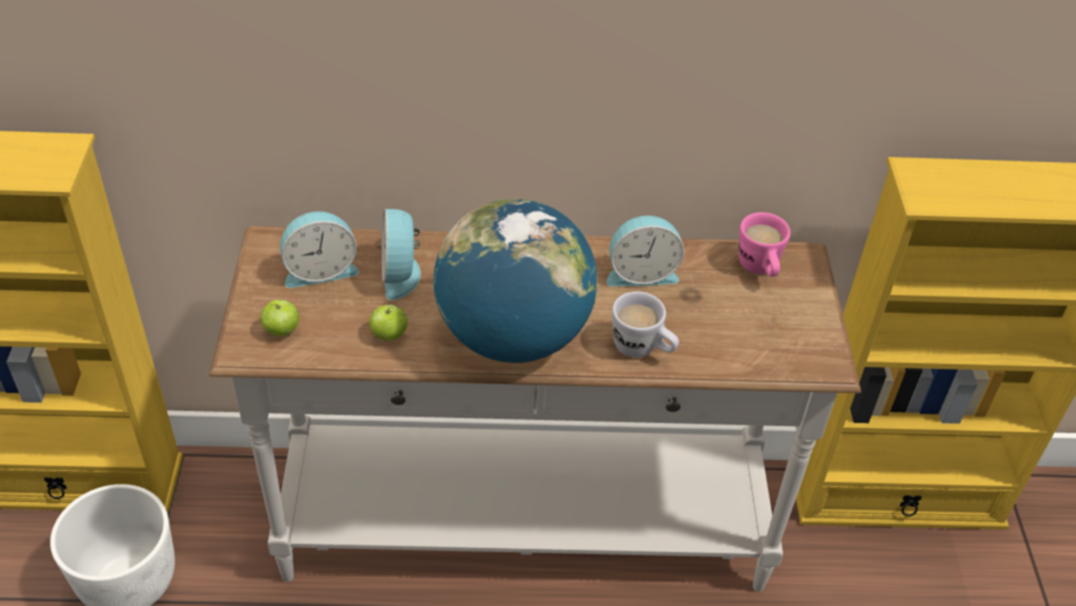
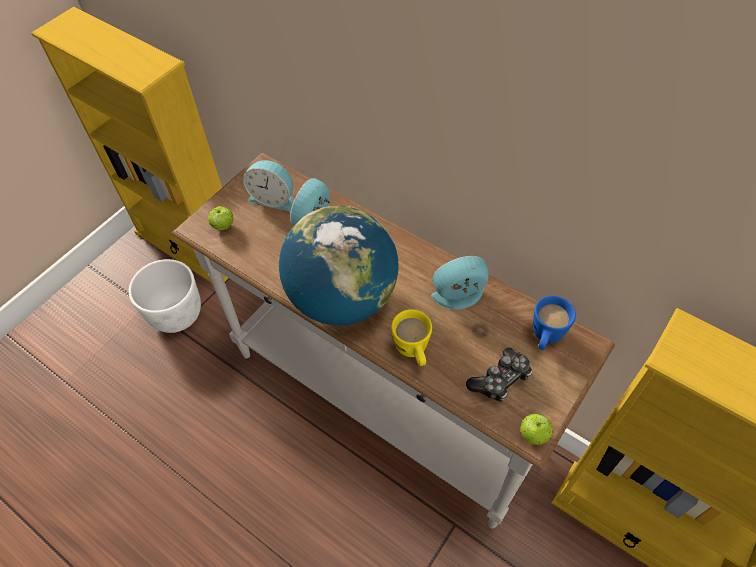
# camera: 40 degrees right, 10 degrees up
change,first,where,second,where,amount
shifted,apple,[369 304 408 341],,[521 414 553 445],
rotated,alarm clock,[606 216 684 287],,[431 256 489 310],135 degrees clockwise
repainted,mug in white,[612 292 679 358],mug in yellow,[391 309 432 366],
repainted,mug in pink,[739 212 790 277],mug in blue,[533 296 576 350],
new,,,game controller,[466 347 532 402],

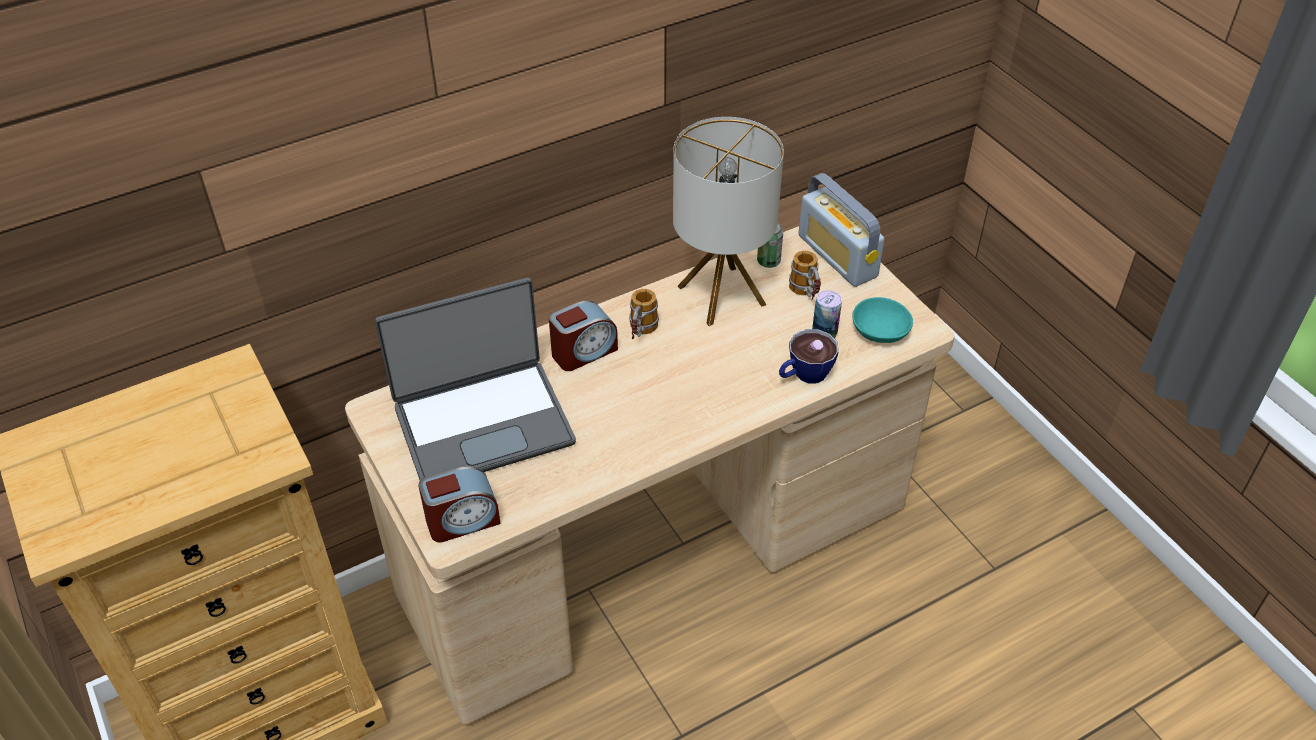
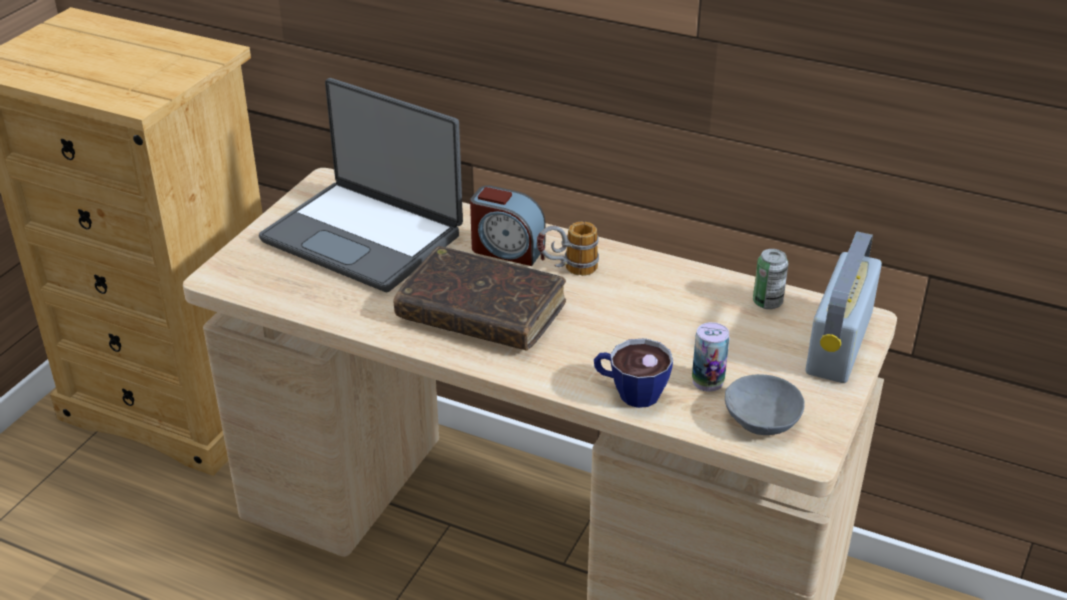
# camera: 55 degrees right, 10 degrees down
change,first,where,second,where,amount
gone,alarm clock,[418 466 501 542],,,
gone,table lamp,[673 117 784 326],,,
gone,mug,[789 251 821 300],,,
repainted,bowl in turquoise,[852 297 913 343],bowl in grey,[725 374 805 435],
new,,,book in brown,[393 246 566 351],

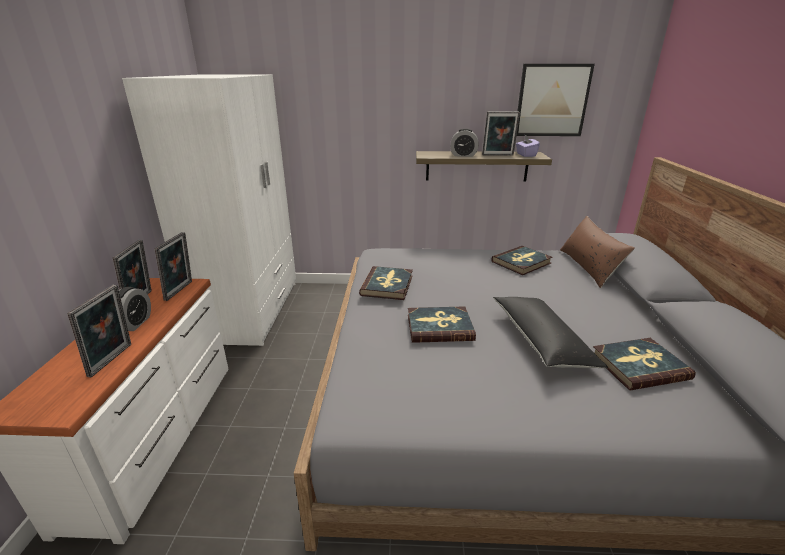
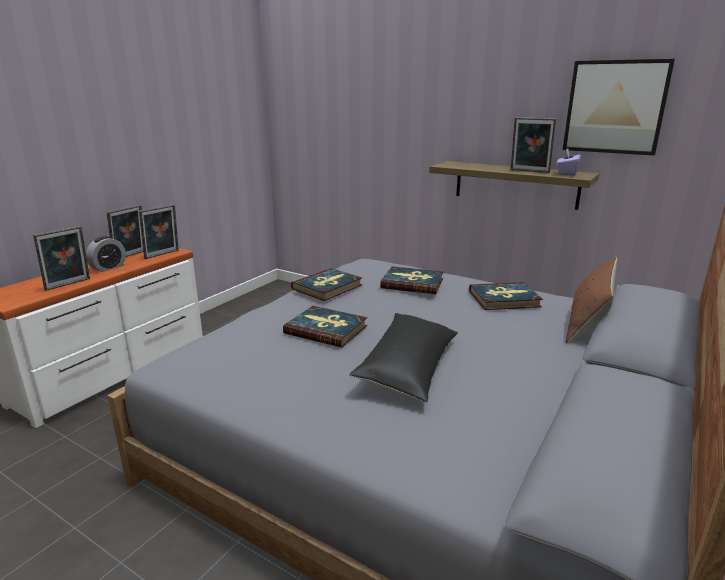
# camera: 30 degrees right, 5 degrees down
change,first,where,second,where,amount
gone,wardrobe in white,[122 74 296 346],,,
gone,alarm clock,[450 129 479 157],,,
shifted,book,[593 338 696 390],,[380 266 444 294],

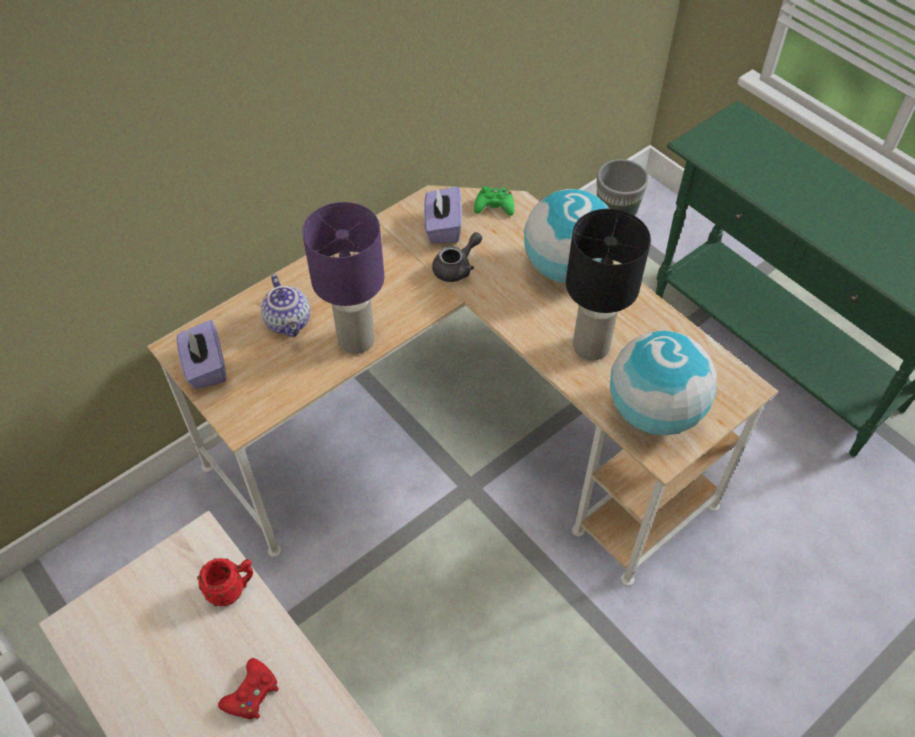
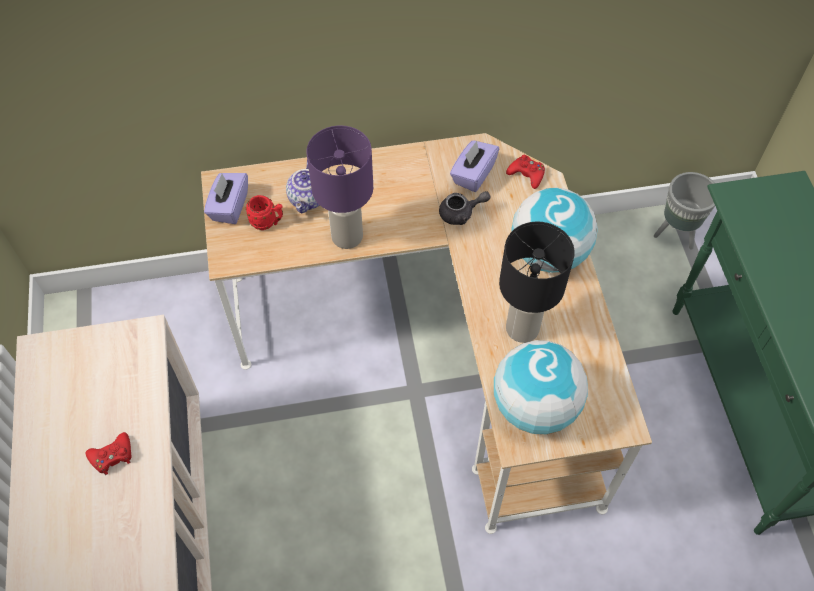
# camera: 30 degrees right, 5 degrees up
change,first,where,second,where,amount
shifted,mug in red,[197 558 253 606],,[245 195 283 230],
repainted,game controller in green,[474 186 514 216],game controller in red,[506 155 545 189],

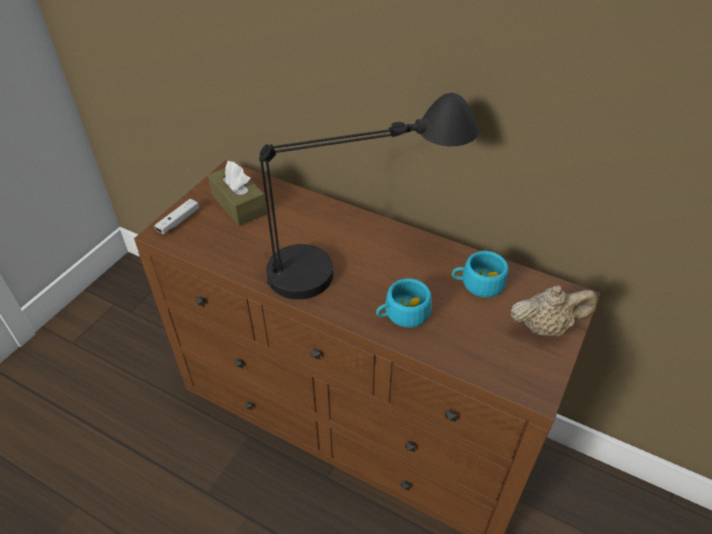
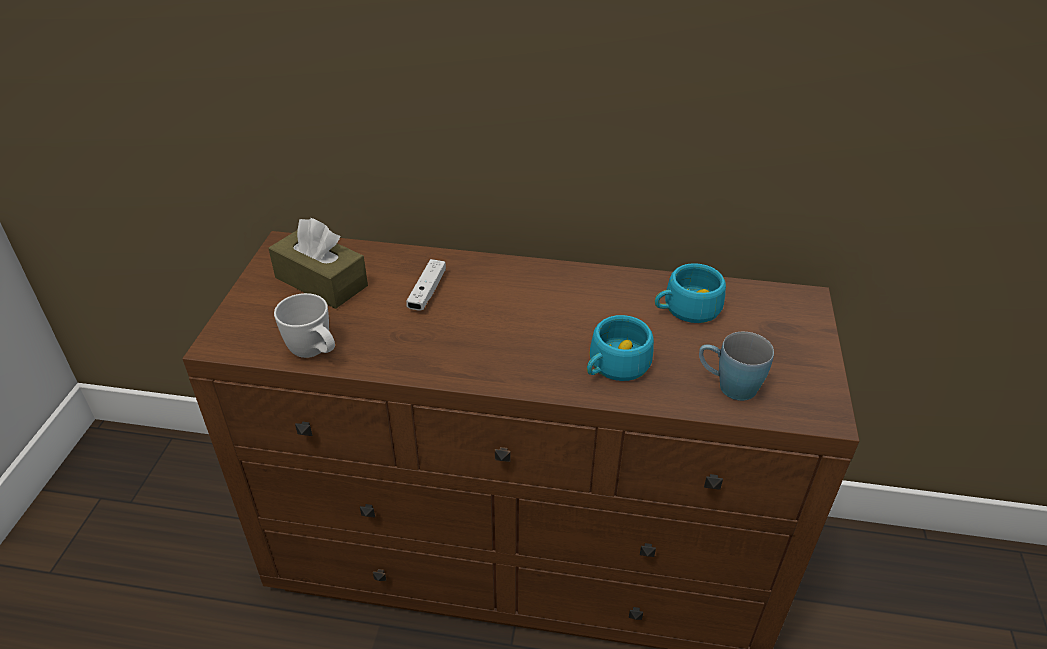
# camera: 20 degrees left, 5 degrees down
change,first,where,second,where,amount
shifted,game controller in white,[154 199 199 234],,[406 259 446 311],
gone,table lamp in black,[259 93 479 299],,,
gone,teapot in beige,[511 285 598 336],,,
new,,,mug in white,[274 293 335 358],
new,,,mug in blue,[699 332 774 401],

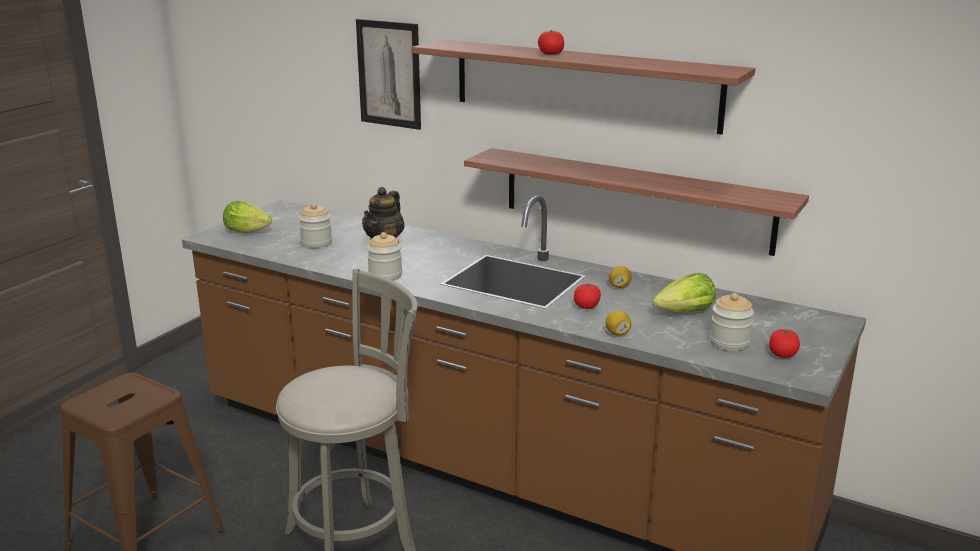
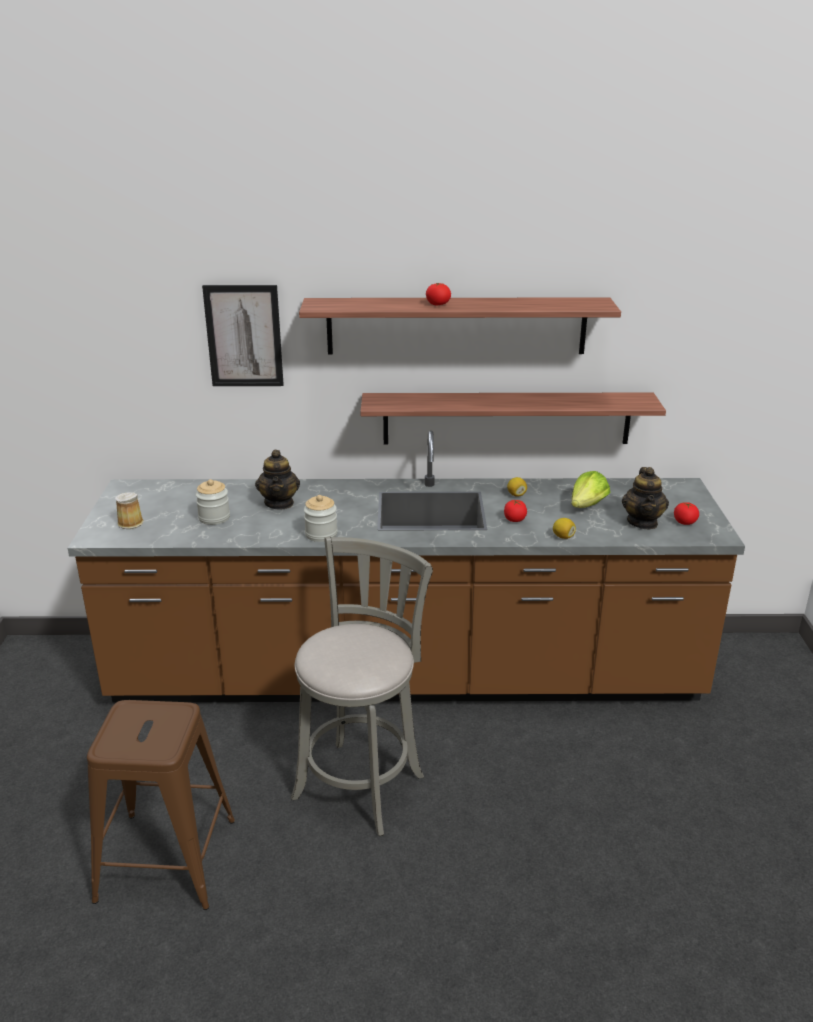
# camera: 30 degrees left, 5 degrees up
change,first,where,second,where,amount
swapped,lettuce,[223 201 272 233],mug,[115 492 144 529],
swapped,jar,[710 293 754 351],teapot,[622 467 669 529],

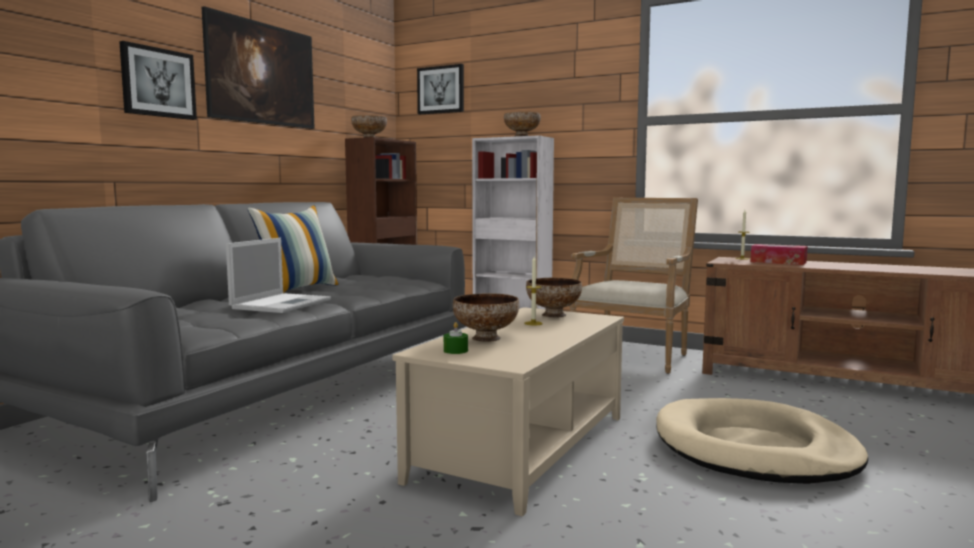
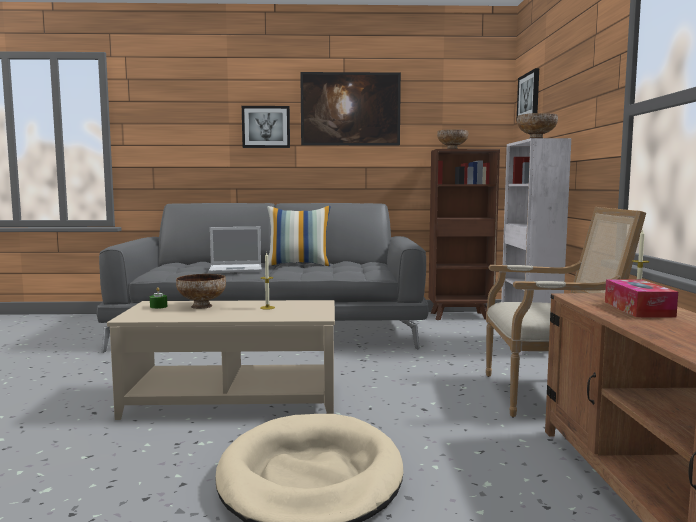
# camera: 60 degrees right, 0 degrees up
change,first,where,second,where,amount
gone,bowl,[526 278 582 318],,,

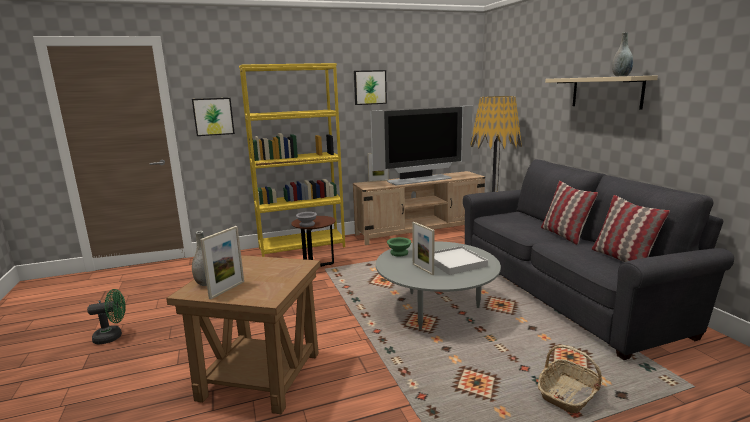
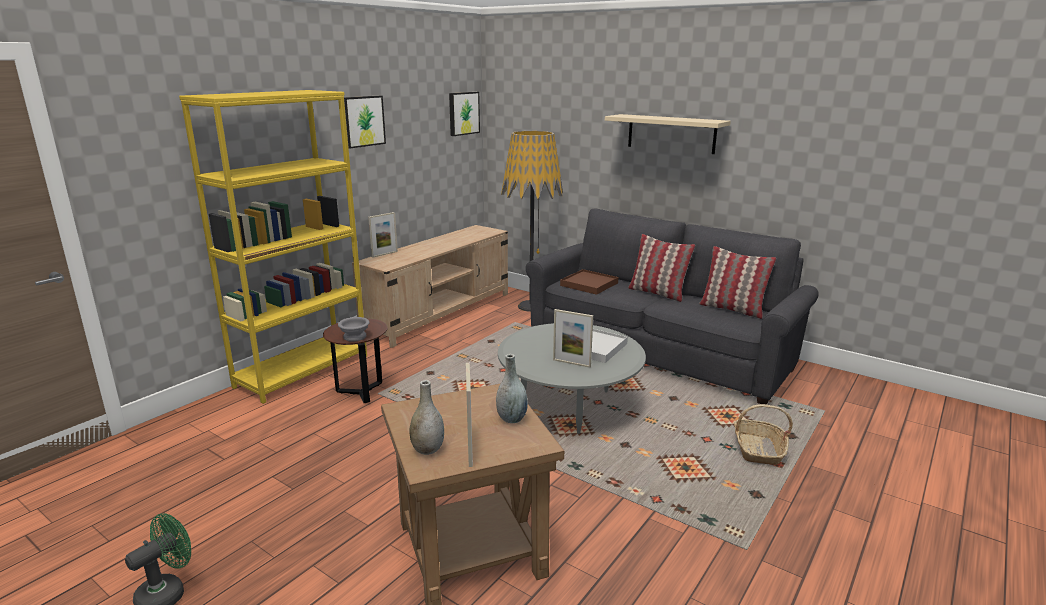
# camera: 35 degrees left, 5 degrees up
change,first,where,second,where,amount
shifted,picture,[192 98 235 136],,[449 92 480 136],
gone,television,[370 106 472 185],,,
gone,bowl in green,[387 237 412 256],,,
shifted,vase in grey,[612 32 633 76],,[496 354 528 423],
new,,,tray in brown,[560 269 618 295],

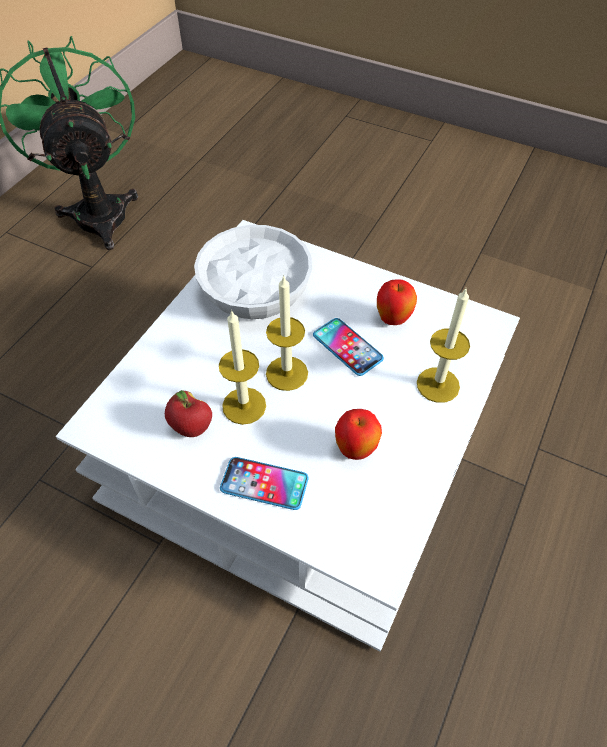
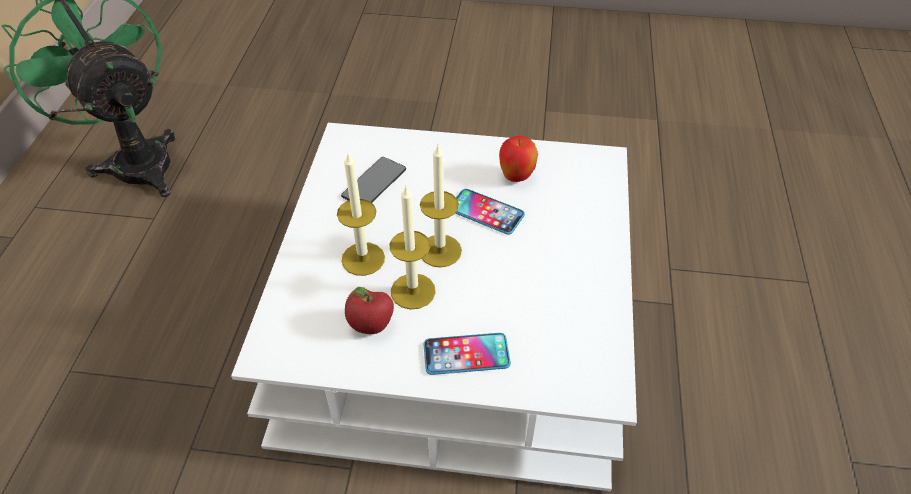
# camera: 20 degrees left, 5 degrees down
change,first,where,second,where,amount
swapped,bowl in white,[194 225 312 319],phone,[341 157 406 203],
gone,apple,[335 409 382 460],,,
shifted,candle,[417 289 470 403],,[337 154 385 276],

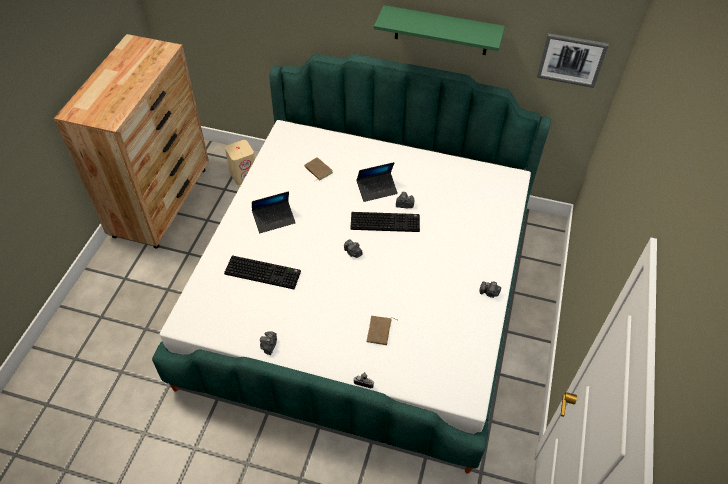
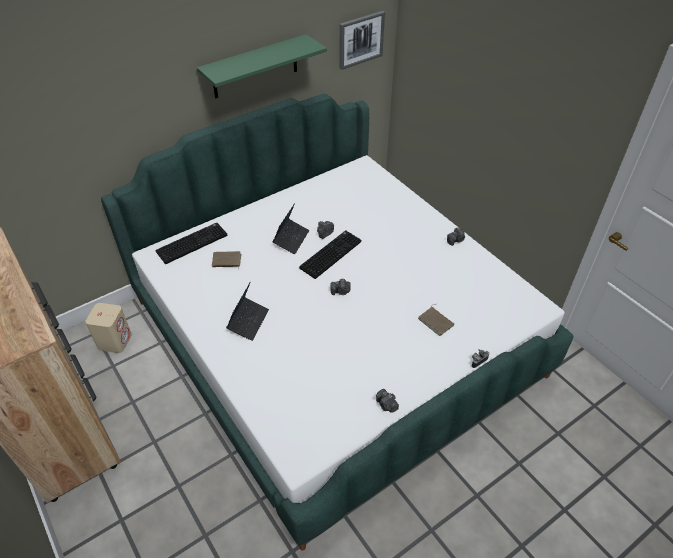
# camera: 50 degrees left, 5 degrees down
change,first,where,second,where,amount
shifted,keyboard,[224 255 301 289],,[155 222 227 264],

